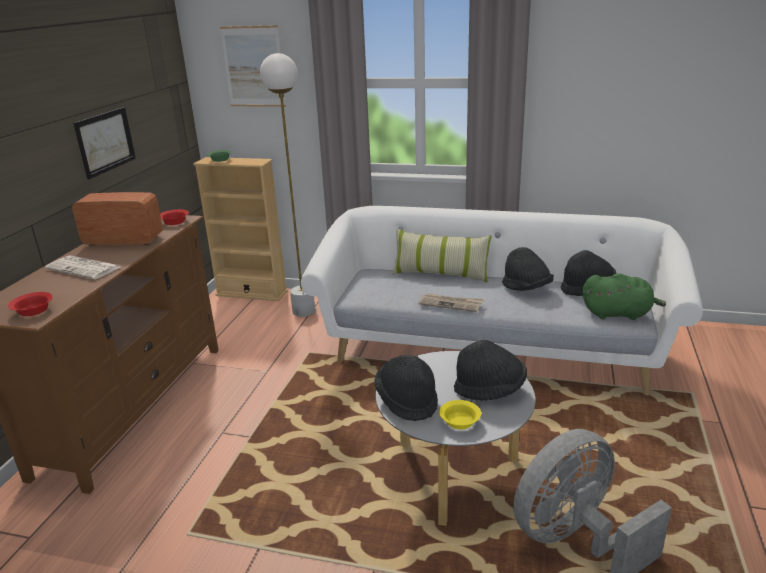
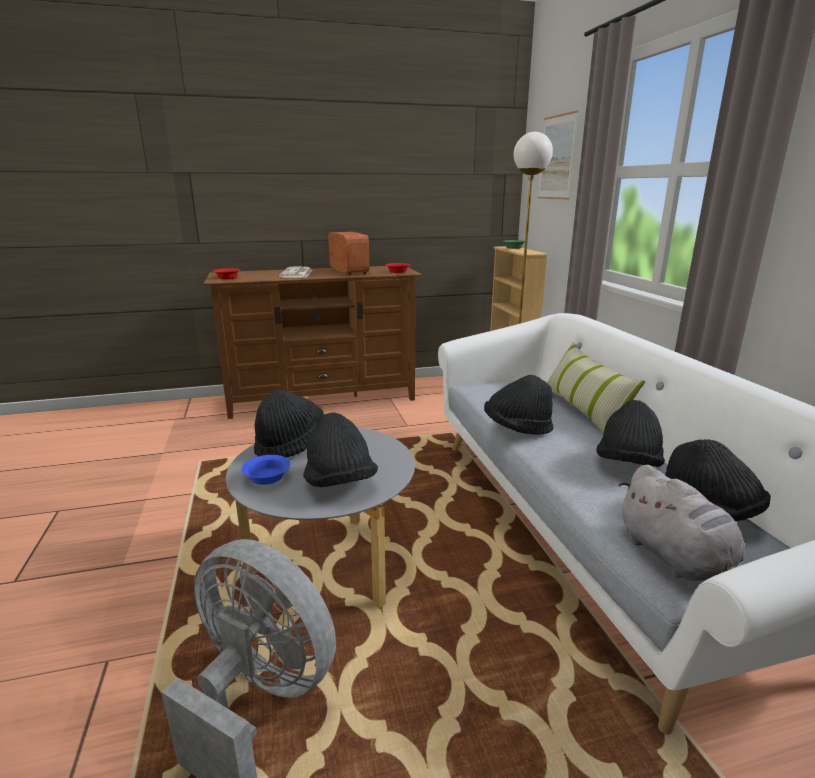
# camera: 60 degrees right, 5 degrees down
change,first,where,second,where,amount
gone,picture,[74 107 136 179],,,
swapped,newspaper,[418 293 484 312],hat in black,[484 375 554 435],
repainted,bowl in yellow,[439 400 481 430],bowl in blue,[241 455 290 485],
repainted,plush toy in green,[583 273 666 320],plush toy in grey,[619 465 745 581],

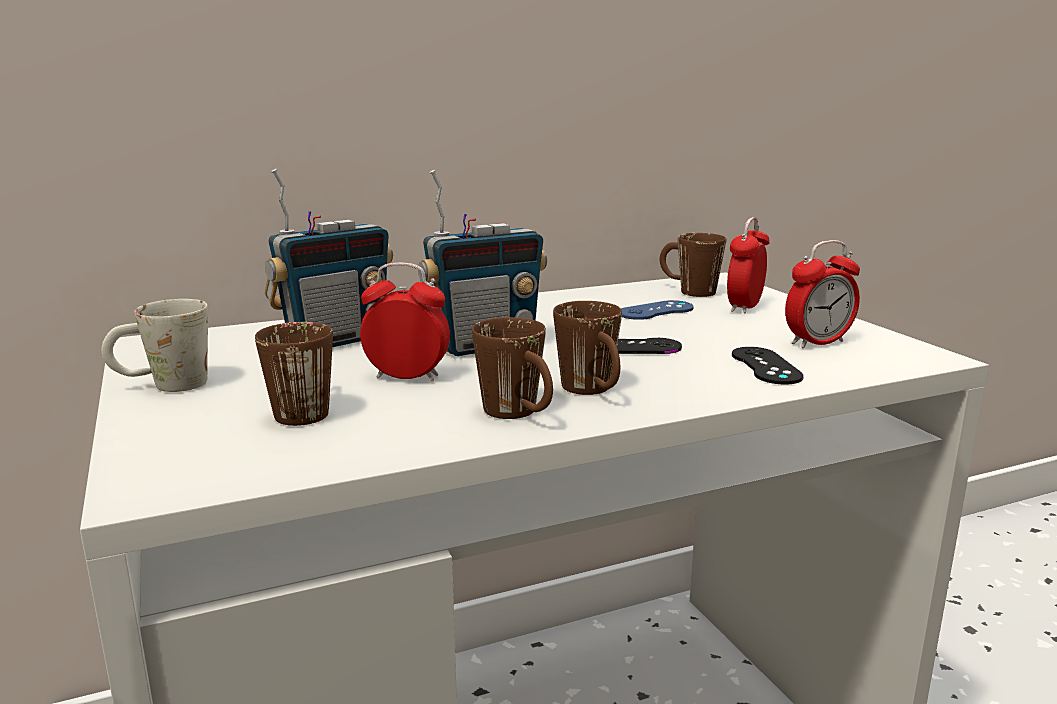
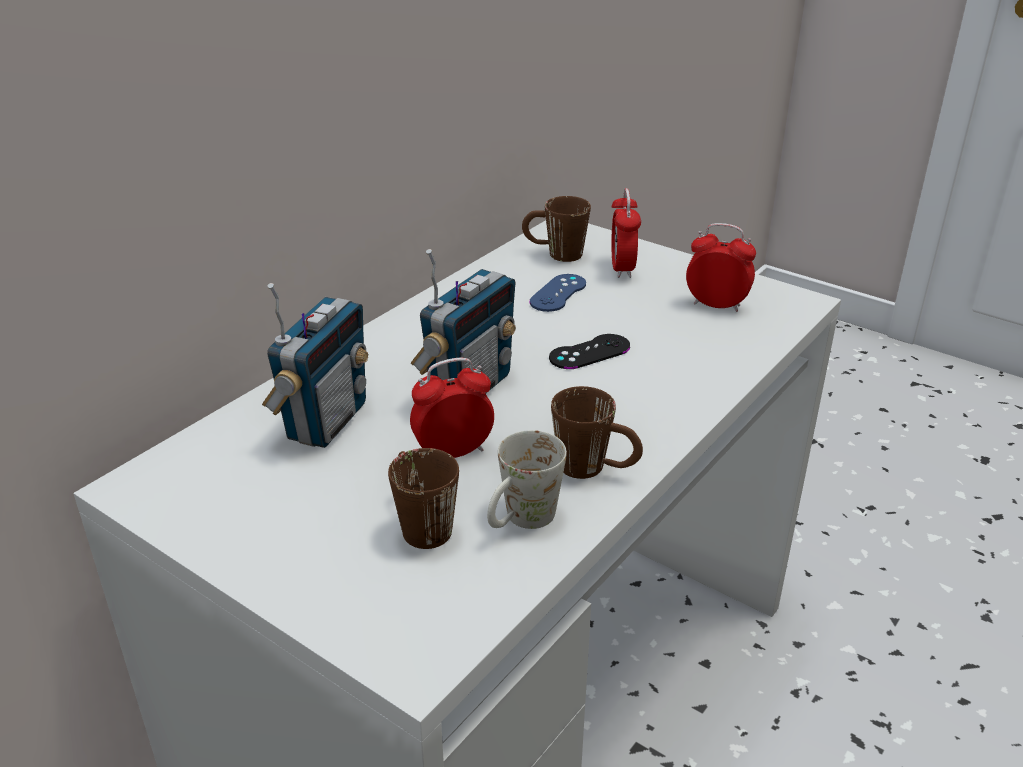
# camera: 30 degrees left, 15 degrees up
change,first,where,second,where,amount
shifted,mug in white,[101 299 208 392],,[487 430 567 529],
gone,mug in brown,[553 301 622 395],,,
gone,game controller in black,[732 347 804 385],,,
rotated,alarm clock,[785 240 860 348],,[686 223 756 312],105 degrees counterclockwise

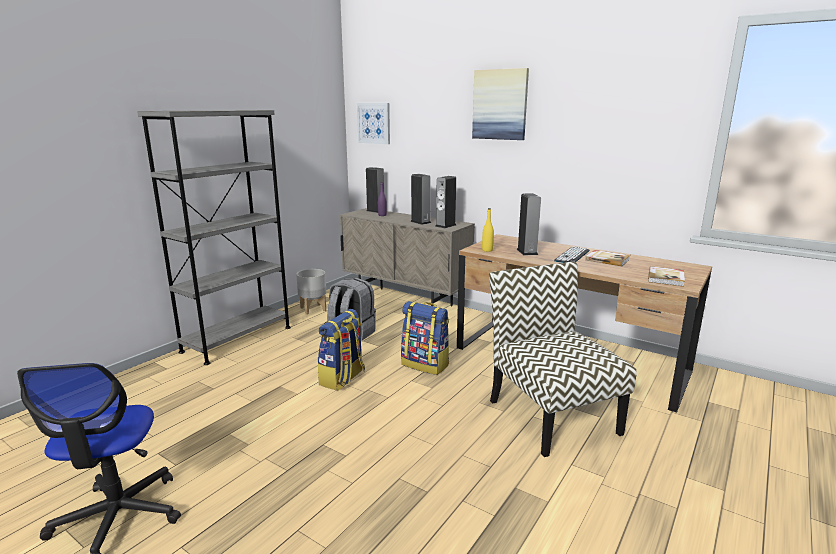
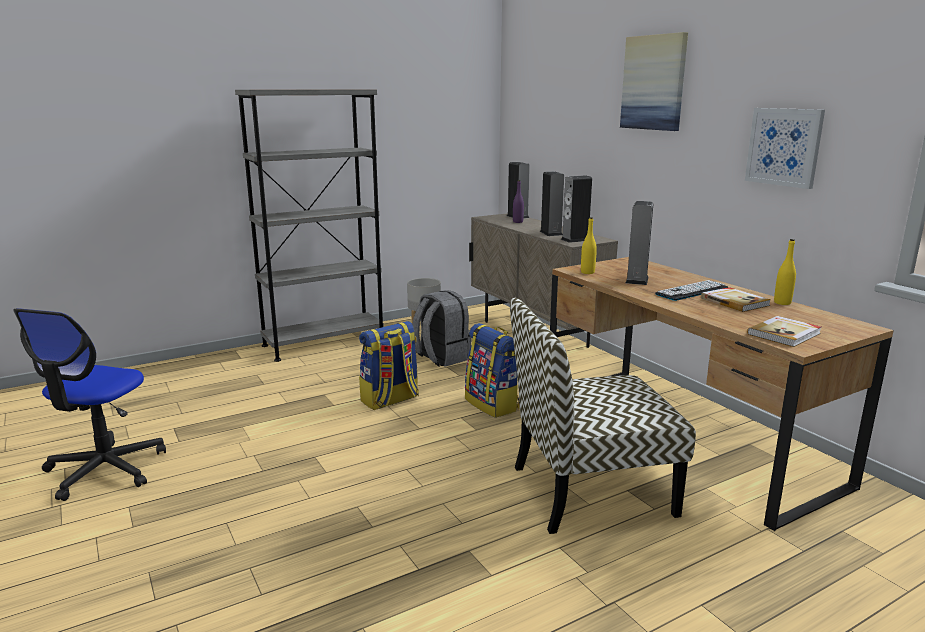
# camera: 25 degrees right, 0 degrees up
change,first,where,second,where,amount
shifted,picture,[357 103 390 144],,[745 108 825 189],
rotated,chair,[489 262 637 457],,[510 298 696 534],105 degrees counterclockwise
new,,,bottle in yellow,[774 239 796 305],

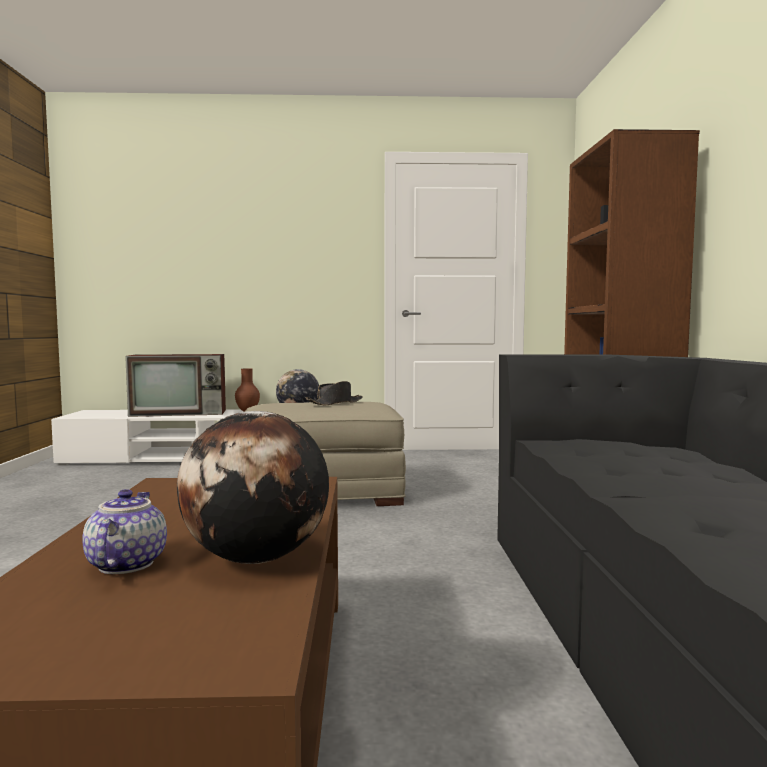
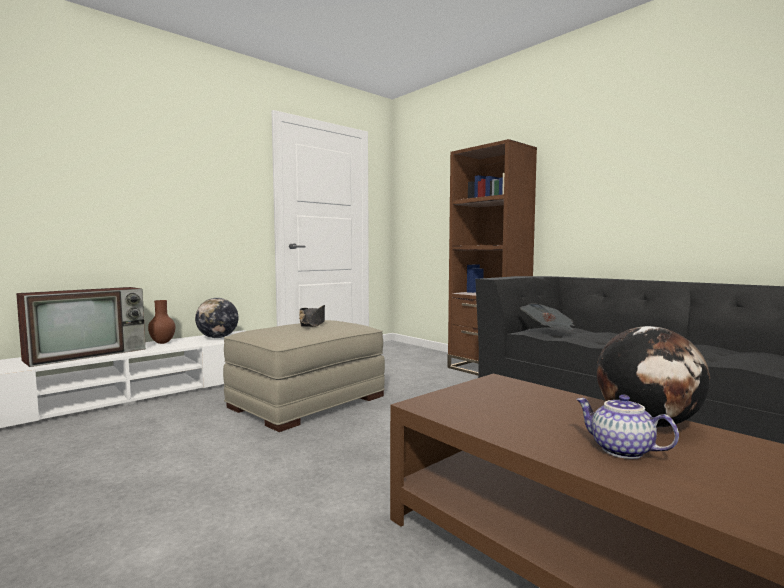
# camera: 40 degrees left, 0 degrees up
change,first,where,second,where,amount
new,,,newspaper,[520 303 575 330],

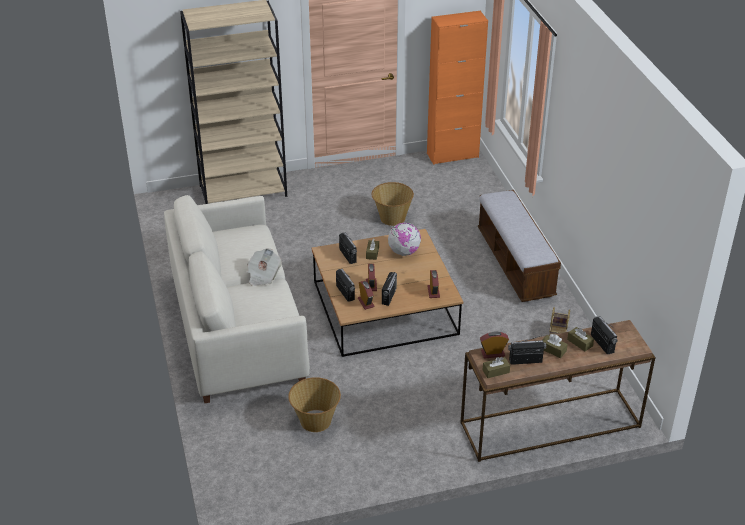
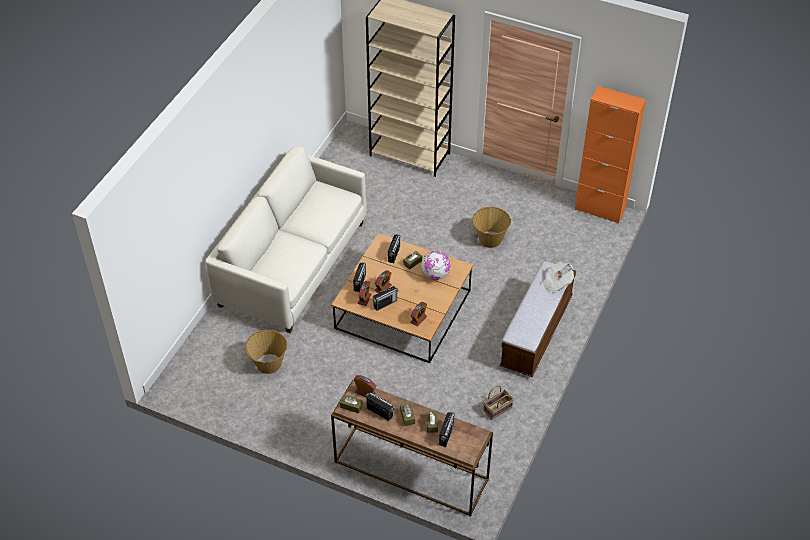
# camera: 40 degrees right, 10 degrees up
change,first,where,second,where,amount
shifted,newspaper,[247 248 282 286],,[541 262 574 293],

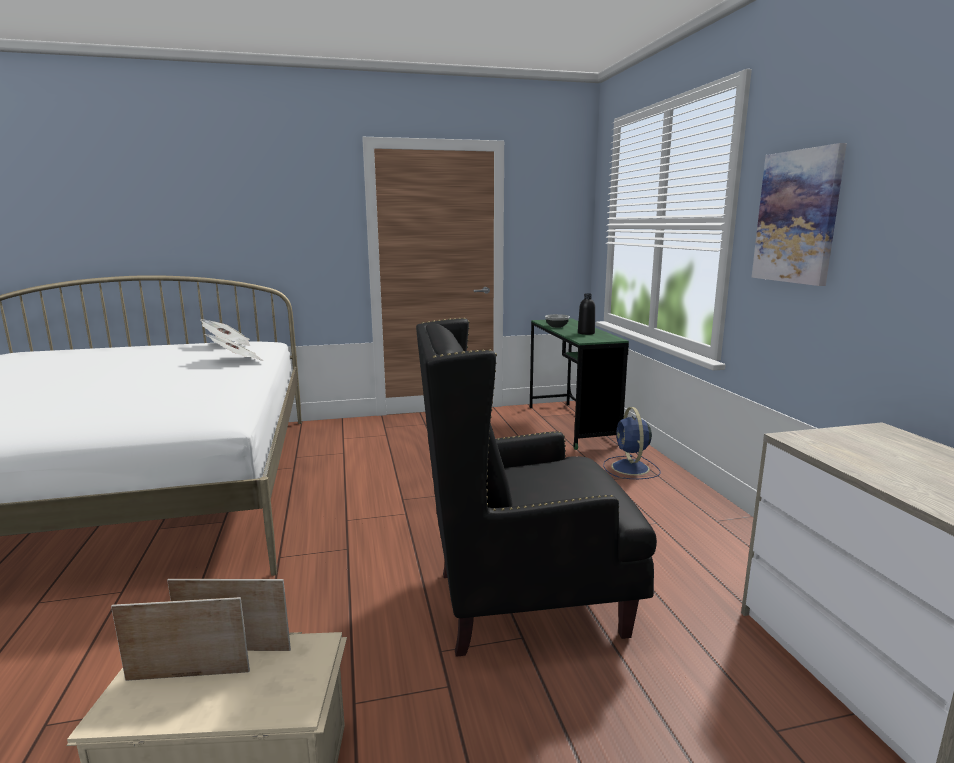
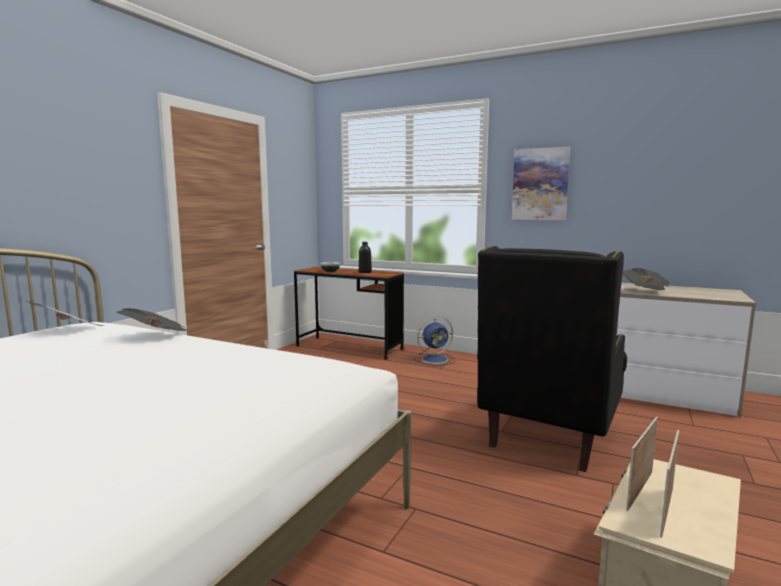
# camera: 50 degrees left, 5 degrees down
change,first,where,second,where,amount
repainted,desk in green,[530 319 629 450],desk in brown,[294 267 405 360],
rotated,fan in blue,[603 407 661 479],,[413 316 455 365],60 degrees counterclockwise
new,,,newspaper,[623 268 669 290],

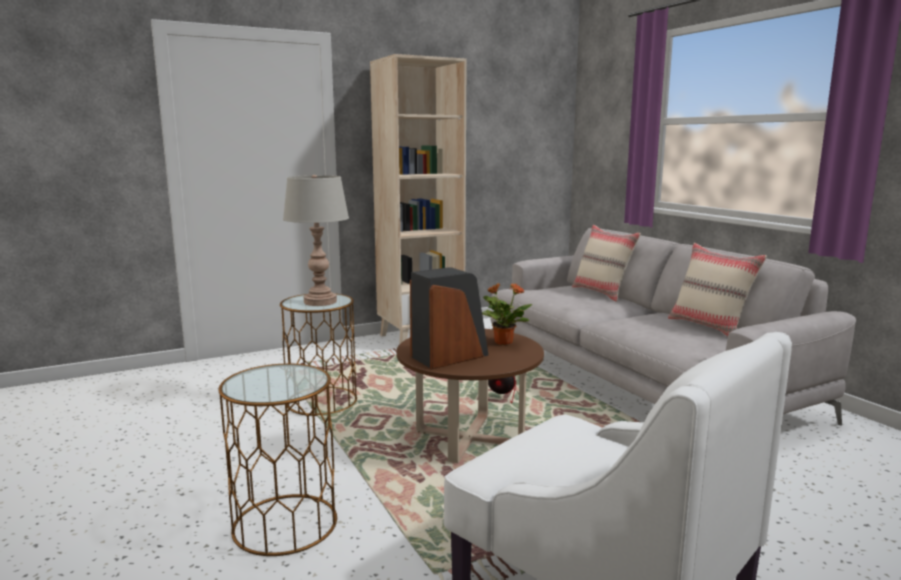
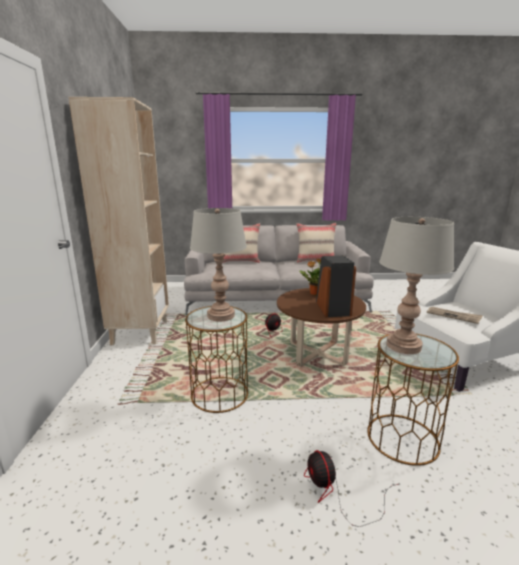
# camera: 65 degrees left, 5 degrees up
change,first,where,second,where,amount
new,,,fan,[304 450 398 527],
new,,,table lamp in grey,[379 217 454 354],
new,,,newspaper,[427 307 483 324],

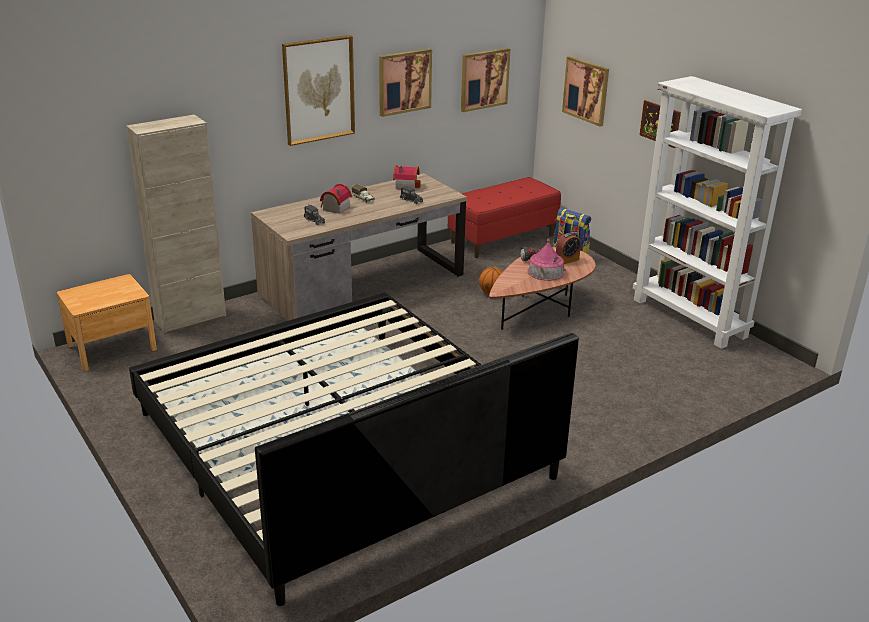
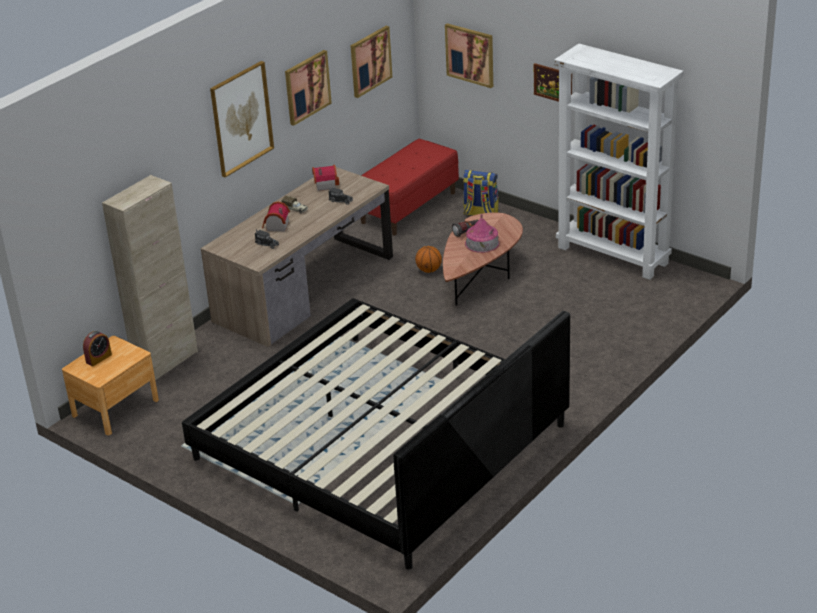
# camera: 15 degrees left, 5 degrees up
change,first,where,second,where,amount
shifted,alarm clock,[556 233 581 264],,[83 331 112 367],

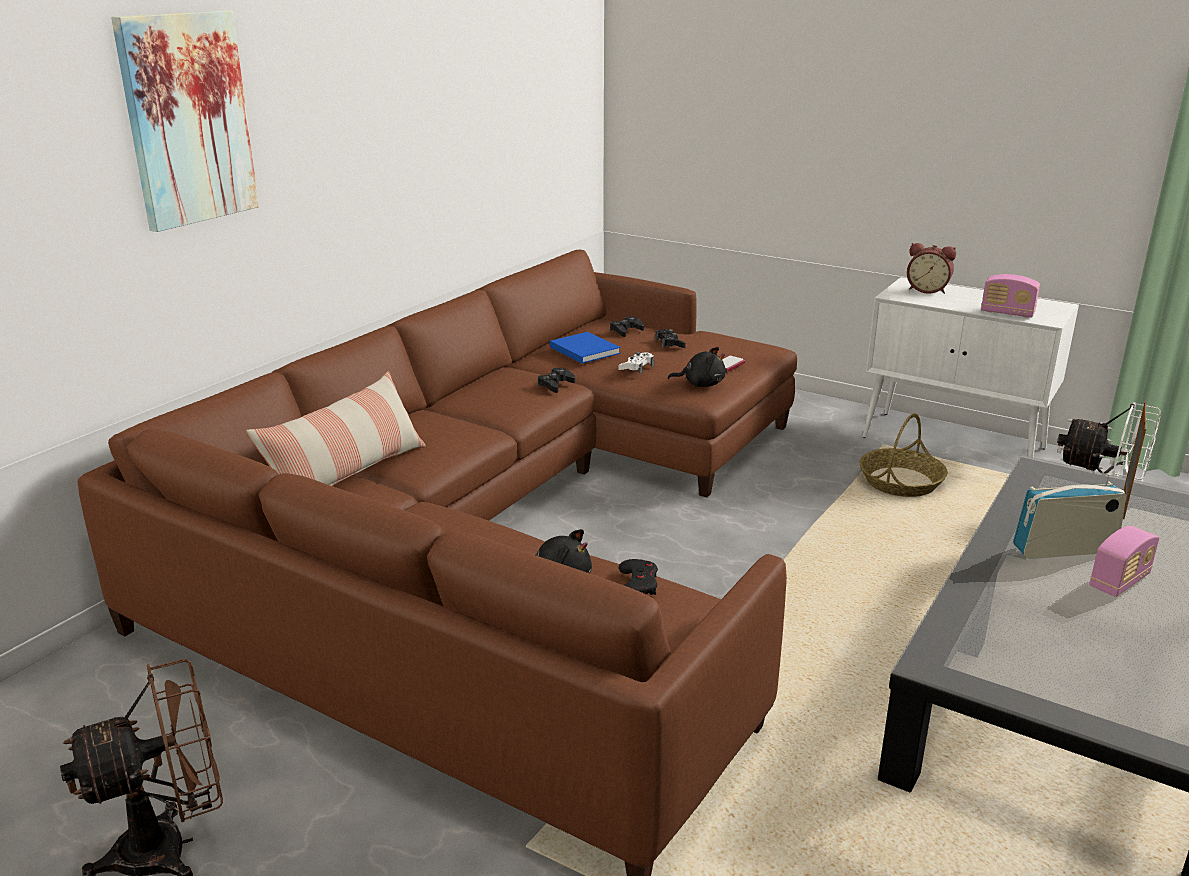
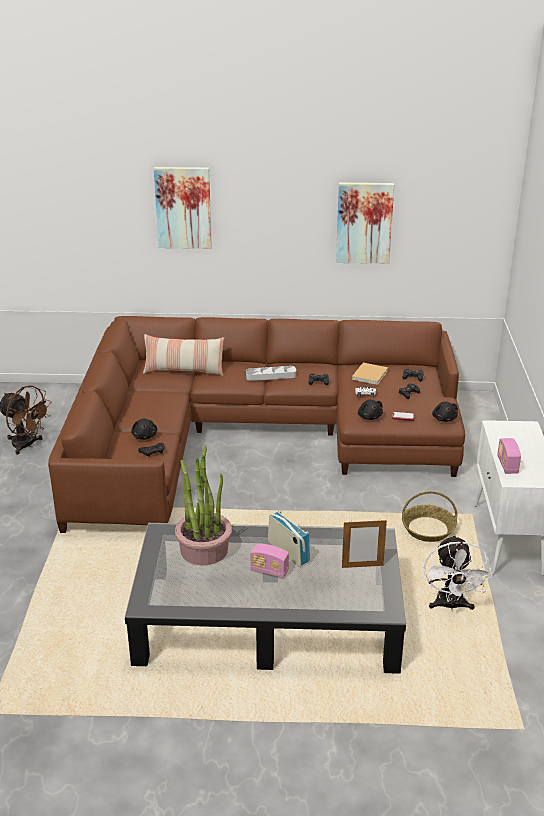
# camera: 60 degrees right, 5 degrees up
change,first,where,second,where,amount
repainted,book in blue,[550 332 621 363],book in beige,[352 363 388 385],
gone,alarm clock,[907 243 956 294],,,
new,,,potted plant,[175 446 232 565],
new,,,tray in grey,[246 366 296 381],
new,,,picture,[336 183 394 264],
new,,,plush toy in black,[432 401 458 422],

